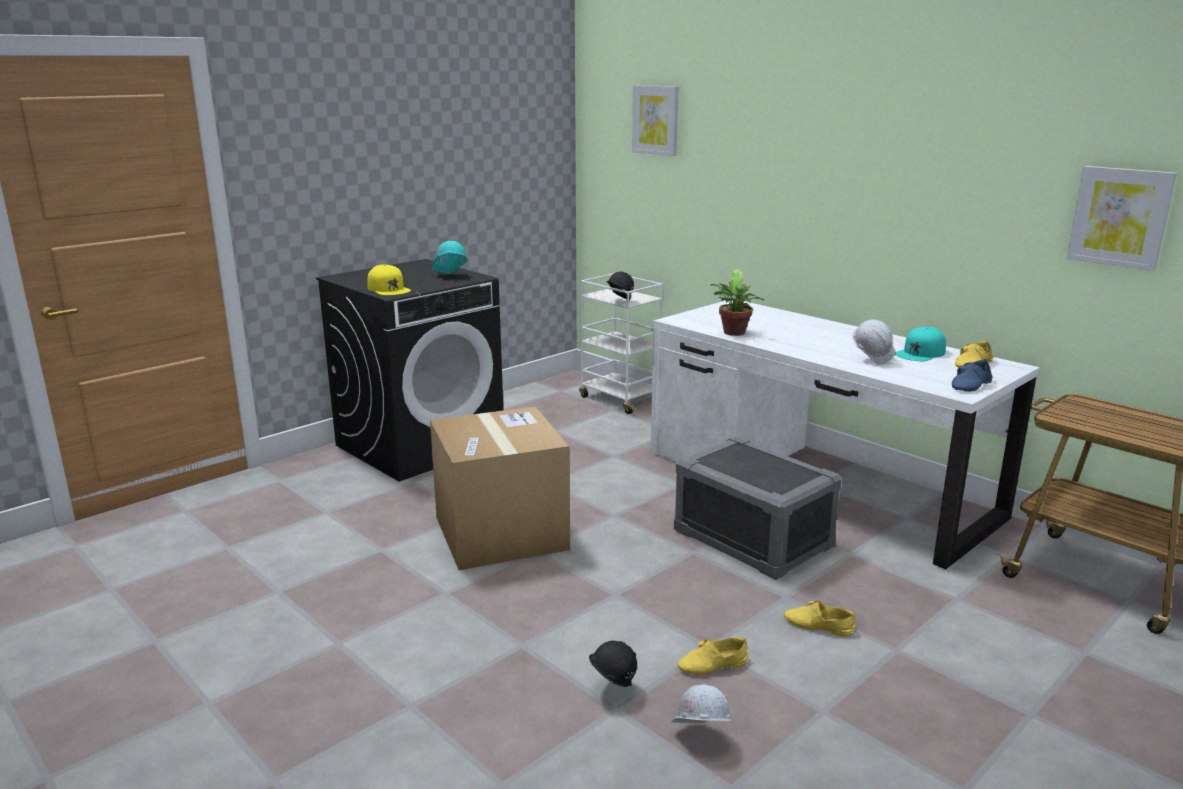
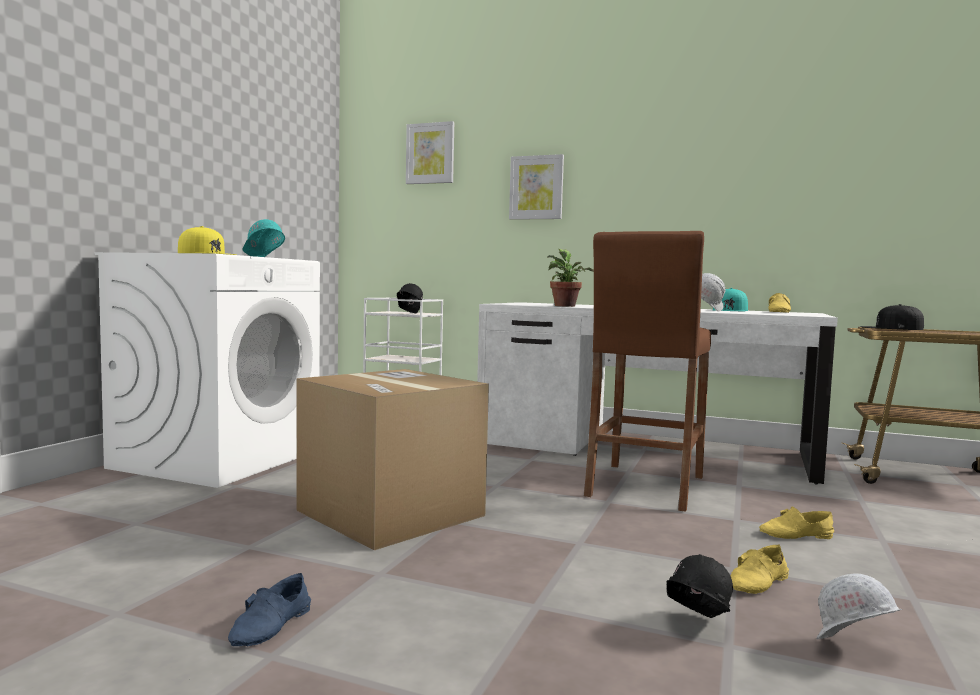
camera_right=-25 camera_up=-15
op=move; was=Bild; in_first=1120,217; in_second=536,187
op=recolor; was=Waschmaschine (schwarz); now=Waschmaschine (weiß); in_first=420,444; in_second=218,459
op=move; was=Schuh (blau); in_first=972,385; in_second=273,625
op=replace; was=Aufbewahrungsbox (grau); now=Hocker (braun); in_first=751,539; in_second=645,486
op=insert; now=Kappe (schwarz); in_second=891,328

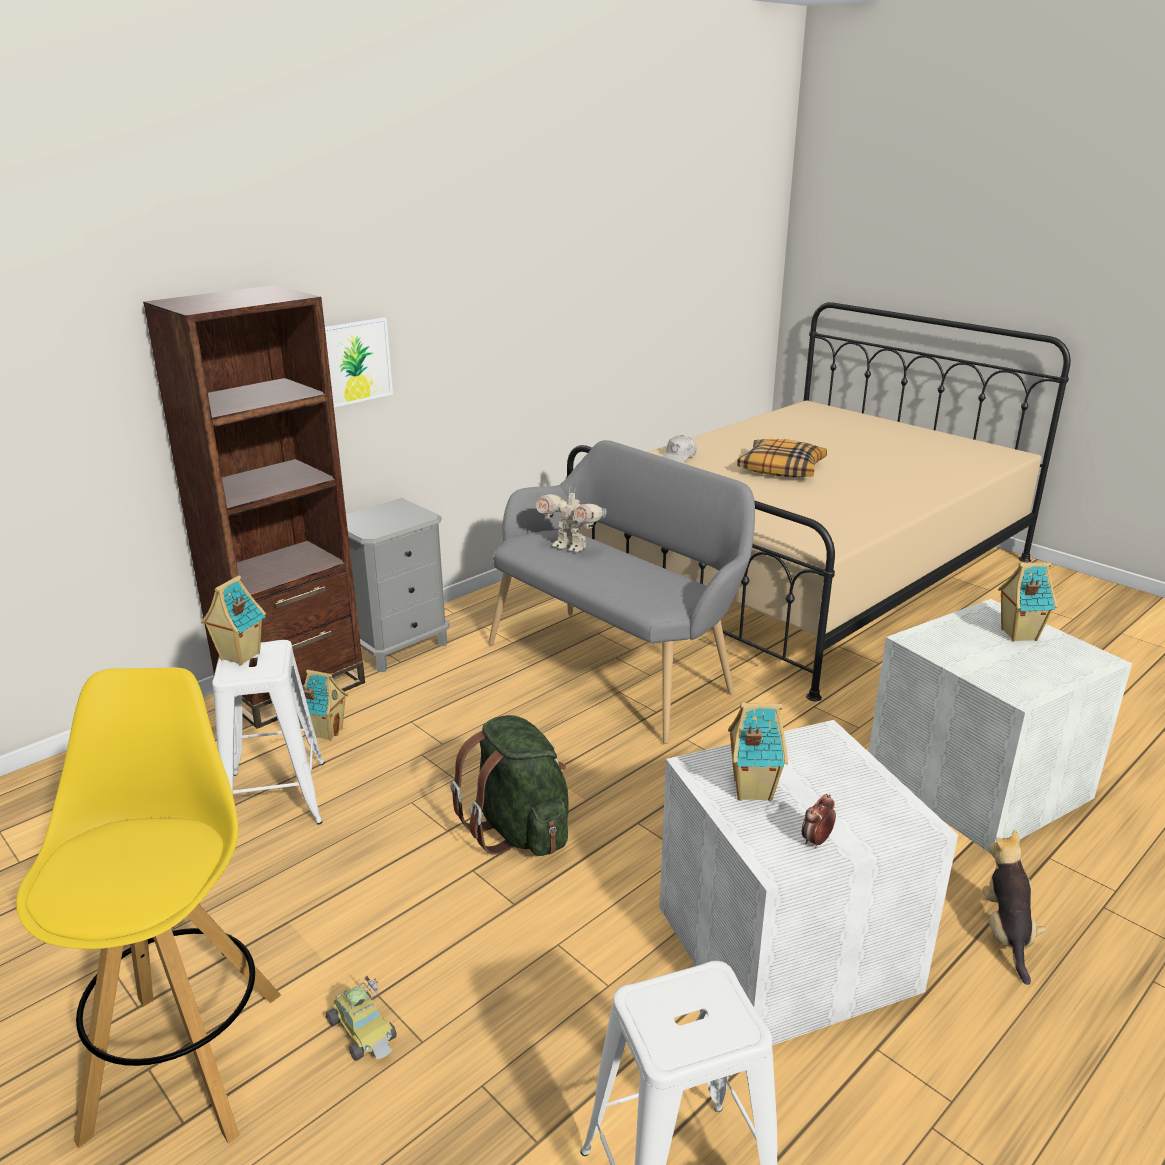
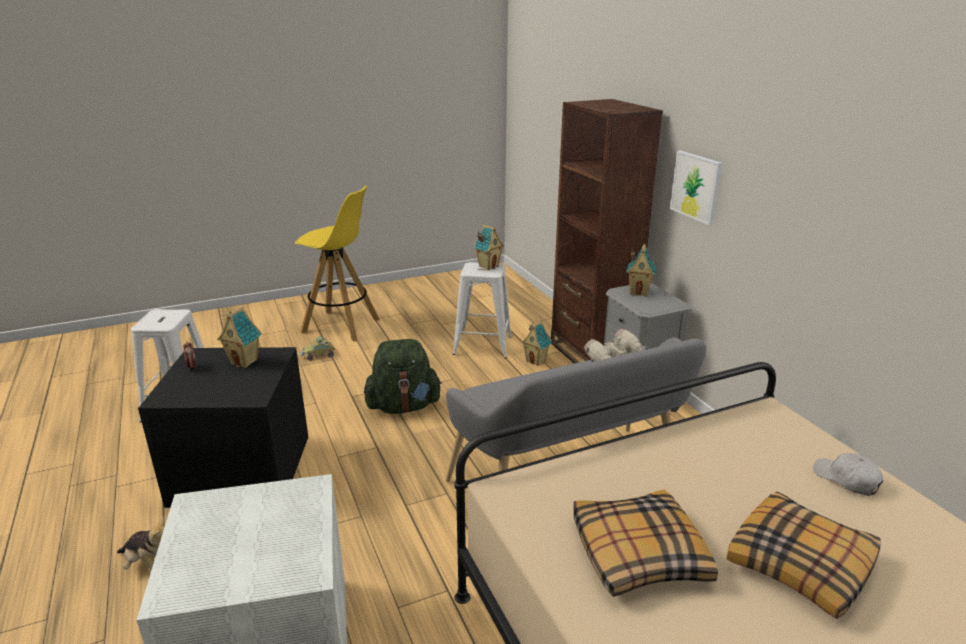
camera_right=110 camera_up=0
op=move; was=Spielzeughaus; in_first=1017,634; in_second=639,292
op=recolor; was=Aufbewahrungsbox (weiß); now=Aufbewahrungsbox (schwarz); in_first=784,950; in_second=240,468
op=insert; now=Kissen; in_second=637,553

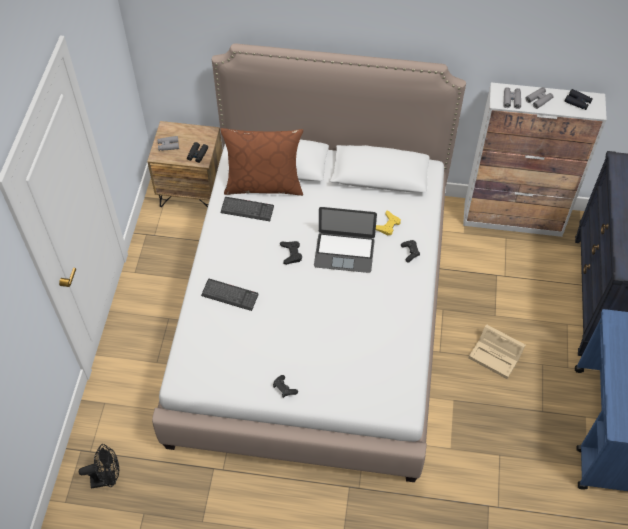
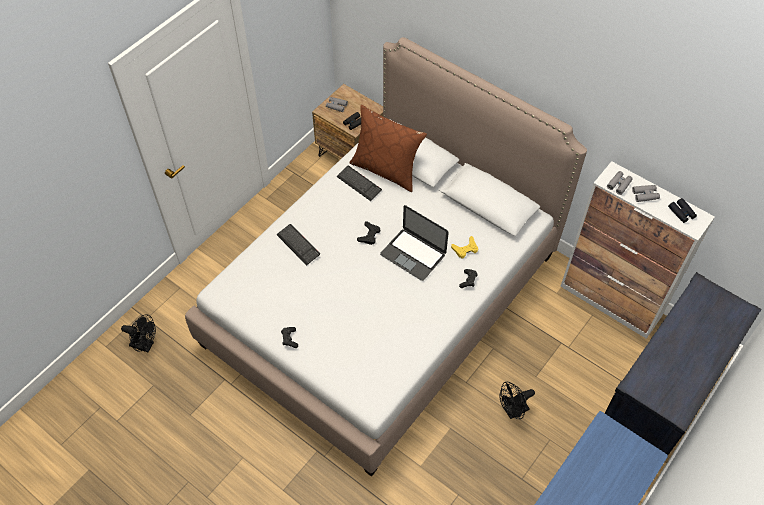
camera_right=30 camera_up=0
op=replace; was=Aufbewahrungsbox (beige); now=Ventilator (schwarz); in_first=496,356; in_second=513,411

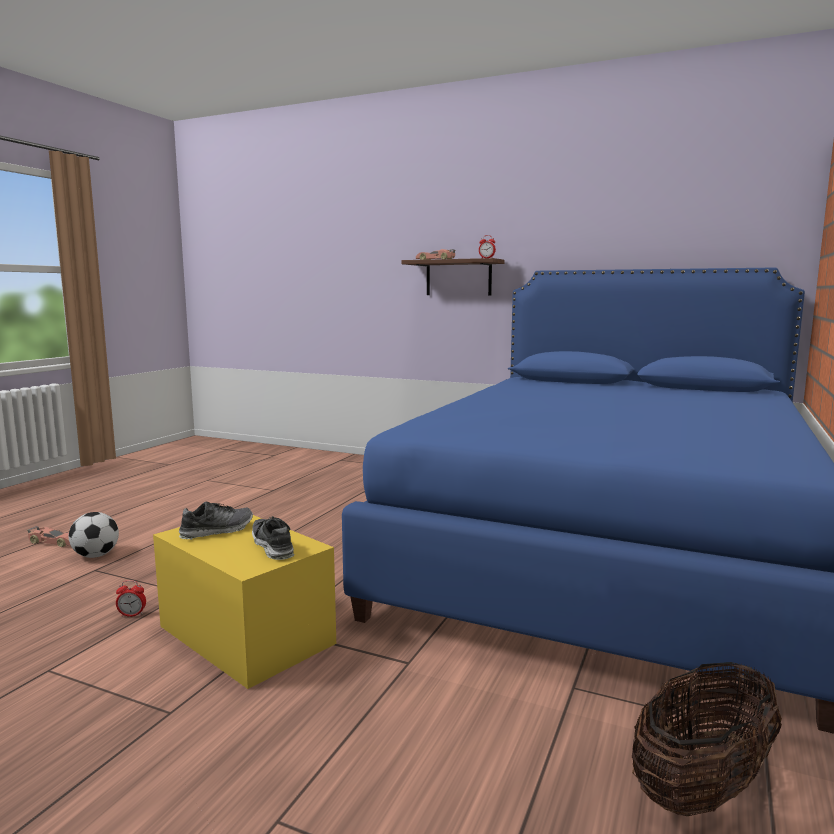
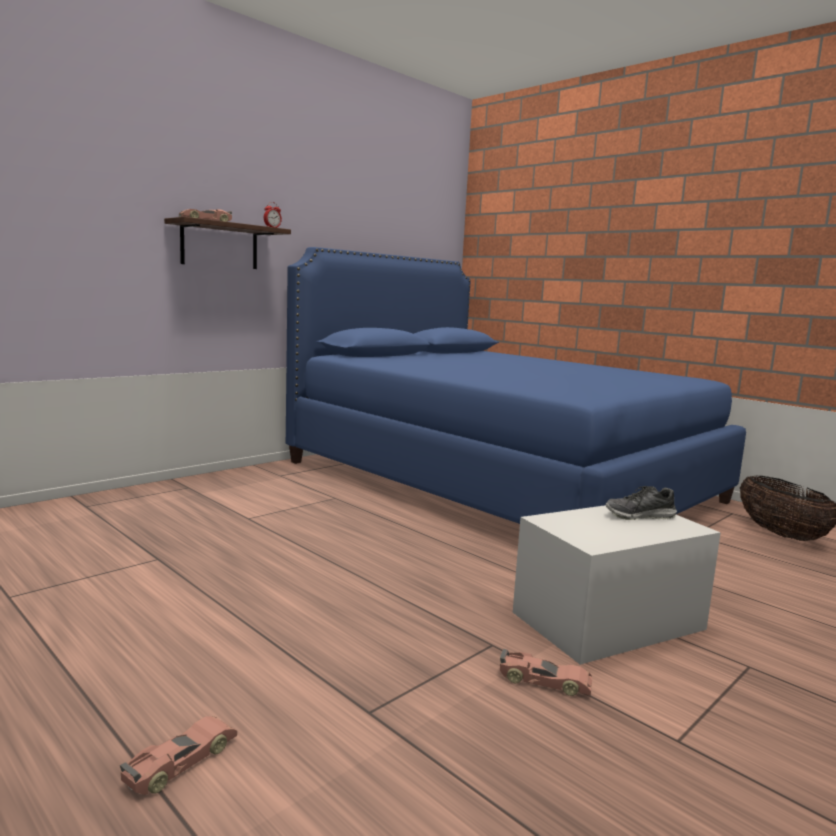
camera_right=-70 camera_up=0
op=delete; was=Schuh; in_first=217,531
op=delete; was=Fußball; in_first=96,555
op=recolor; was=Aufbewahrungsbox (gelb); now=Aufbewahrungsbox (weiß); in_first=246,635; in_second=608,620
op=replace; was=Wecker; now=Spielzeugauto; in_first=132,615; in_second=544,682

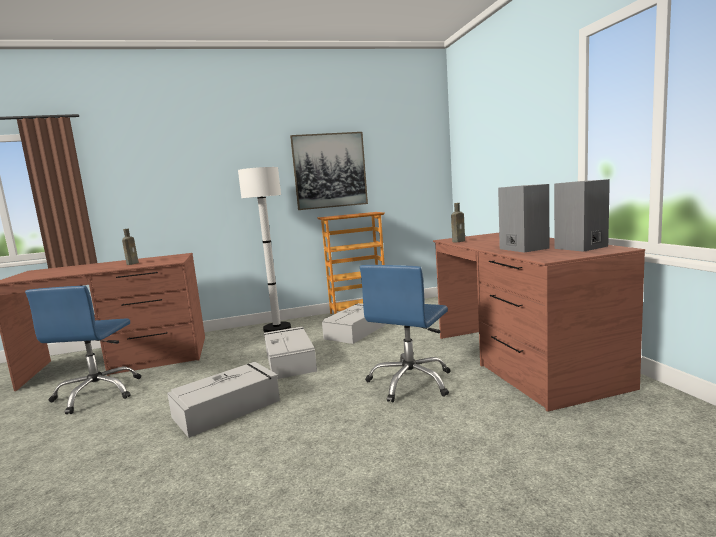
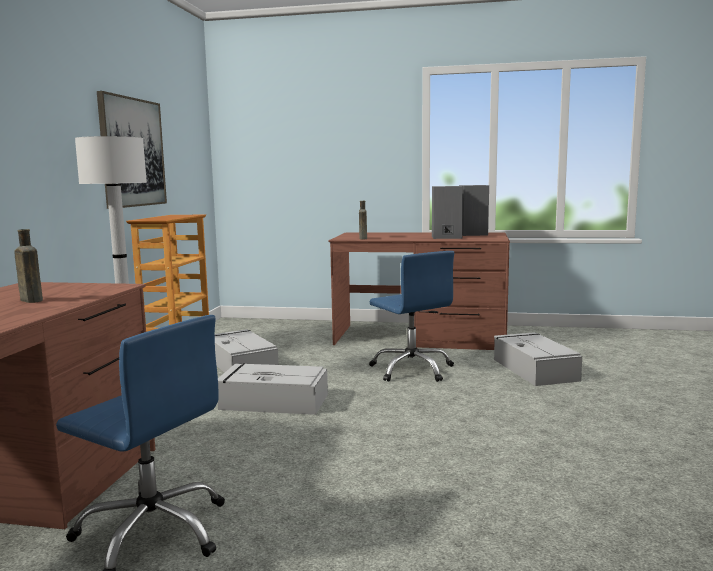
camera_right=-65 camera_up=0
op=move; was=Aufbewahrungsbox (grau); in_first=228,408; in_second=534,369

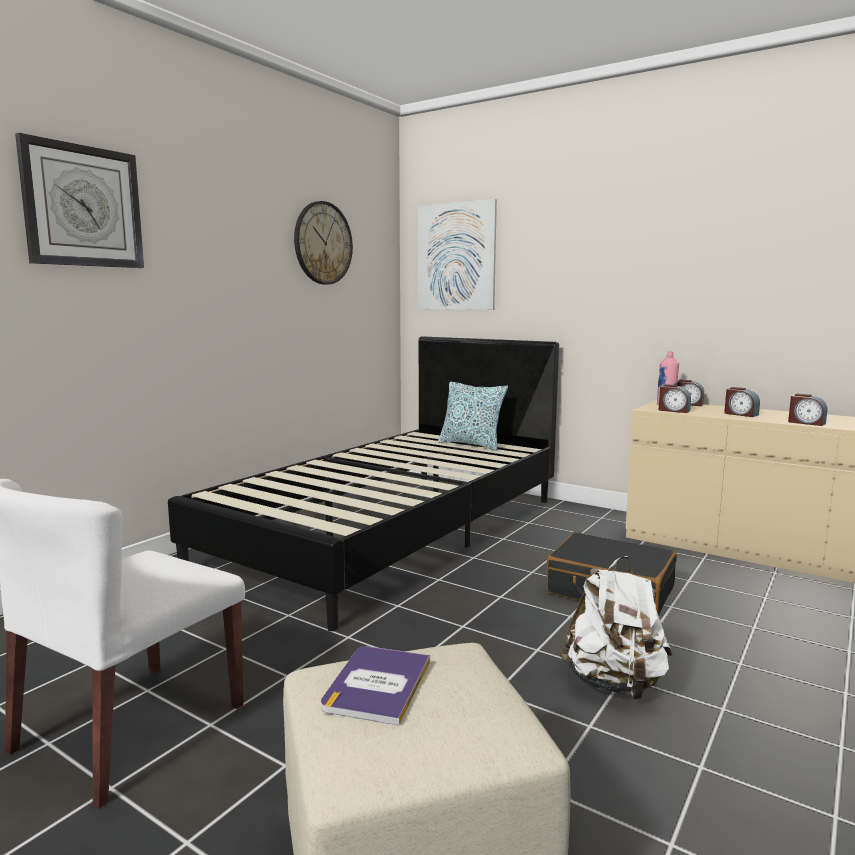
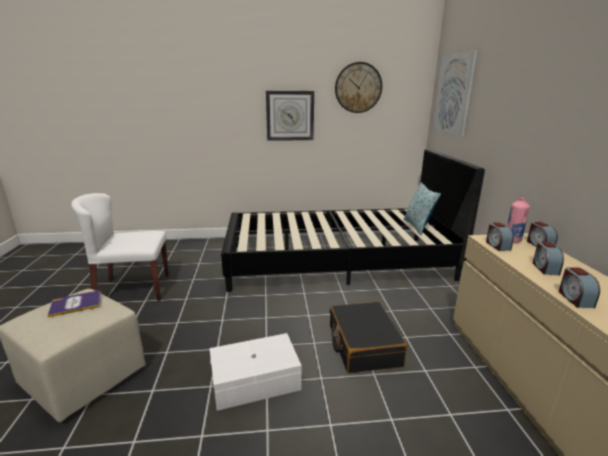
camera_right=50 camera_up=10
op=move; was=Wanduhr; in_first=83,206; in_second=290,115
op=replace; was=Rucksack (weiß); now=Aufbewahrungsbox (weiß); in_first=614,684; in_second=256,381

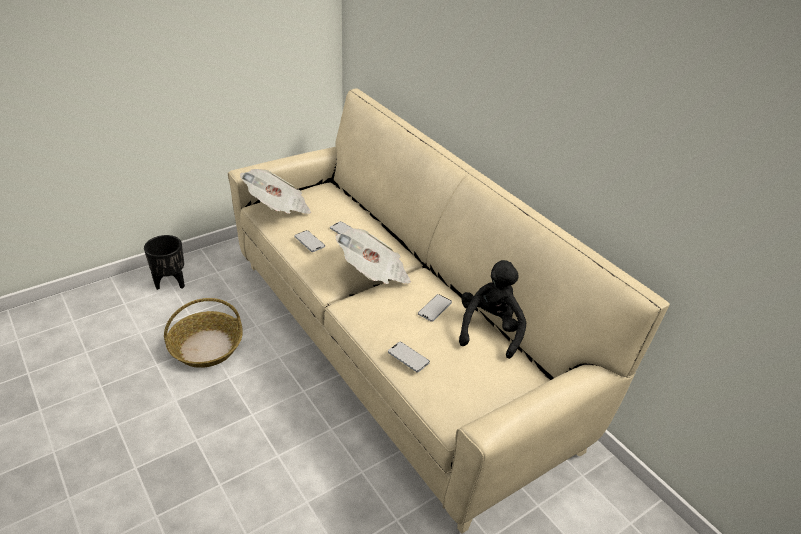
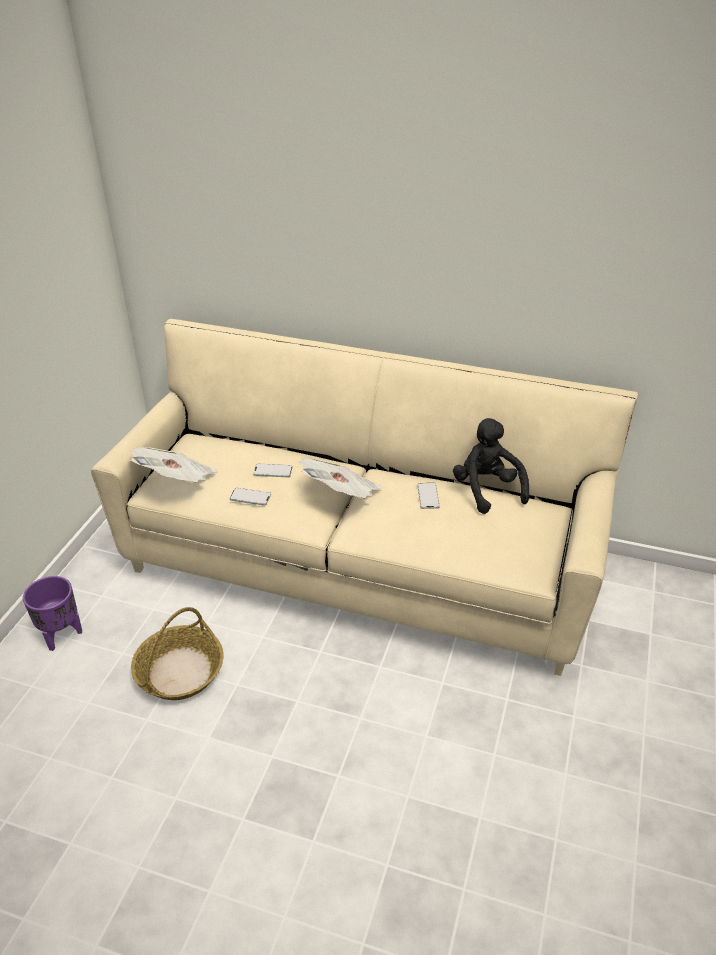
camera_right=-35 camera_up=0
op=recolor; was=Pflanzkübel (schwarz); now=Pflanzkübel (lila); in_first=171,283; in_second=61,635
op=delete; was=Handy; in_first=408,357

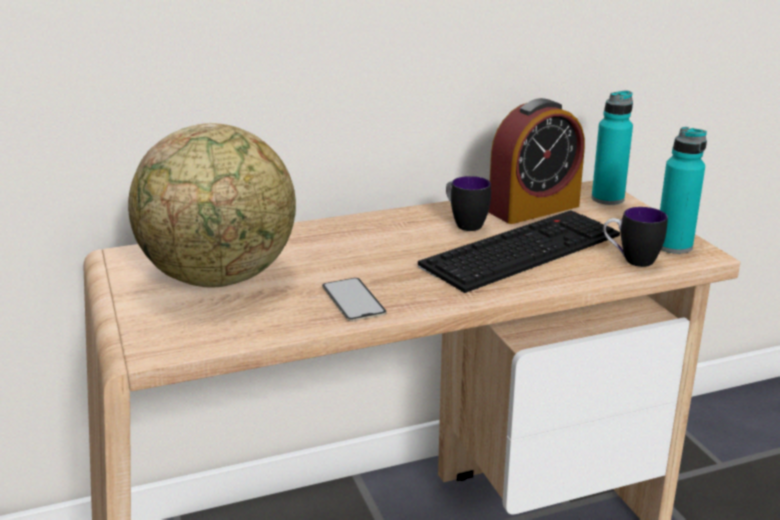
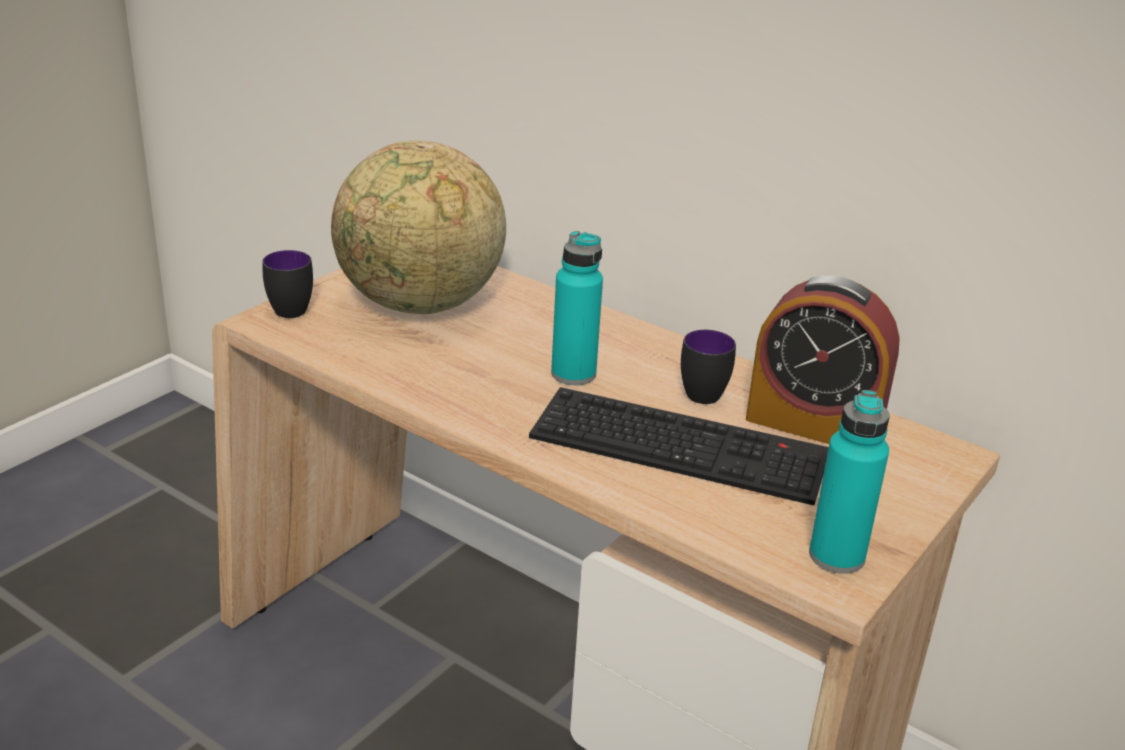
camera_right=55 camera_up=5
op=move; was=Flasche (türkis); in_first=607,199; in_second=573,374
op=move; was=Henkelbecher; in_first=630,260; in_second=288,307
op=delete; was=Handy; in_first=353,300

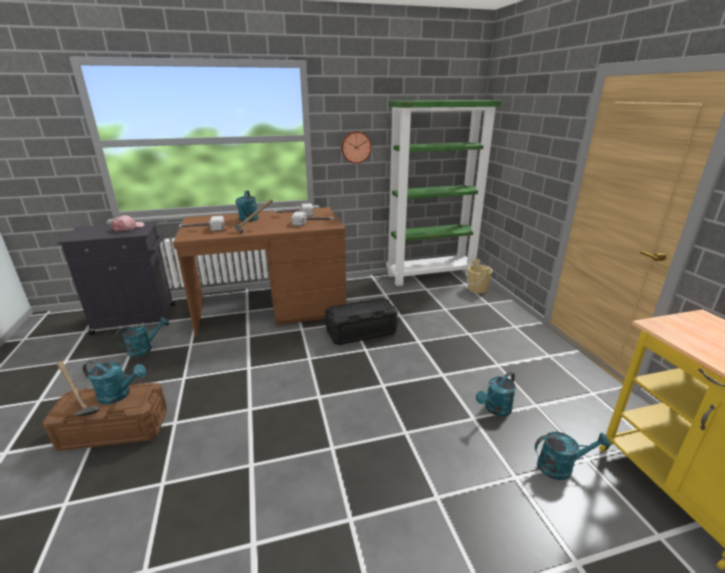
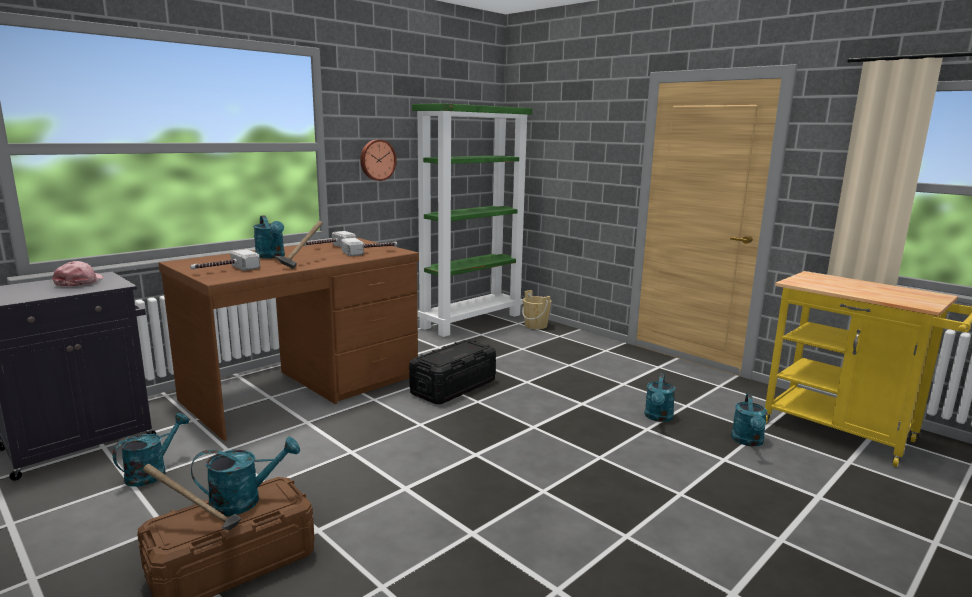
camera_right=-30 camera_up=-10
op=rotate; was=Gießkanne (türkis); in_first=561,466; in_second=748,442; clockwise=135

